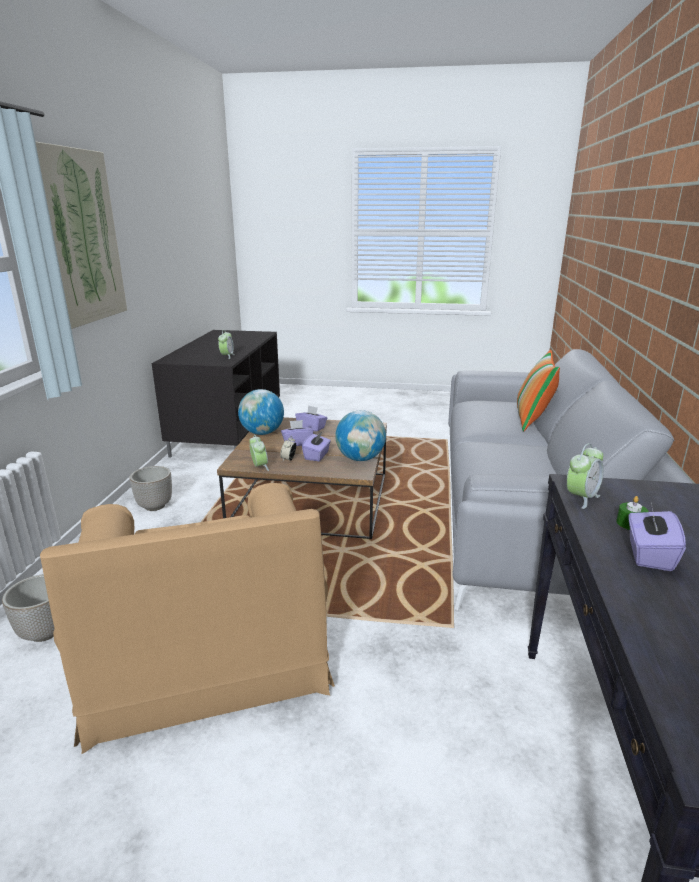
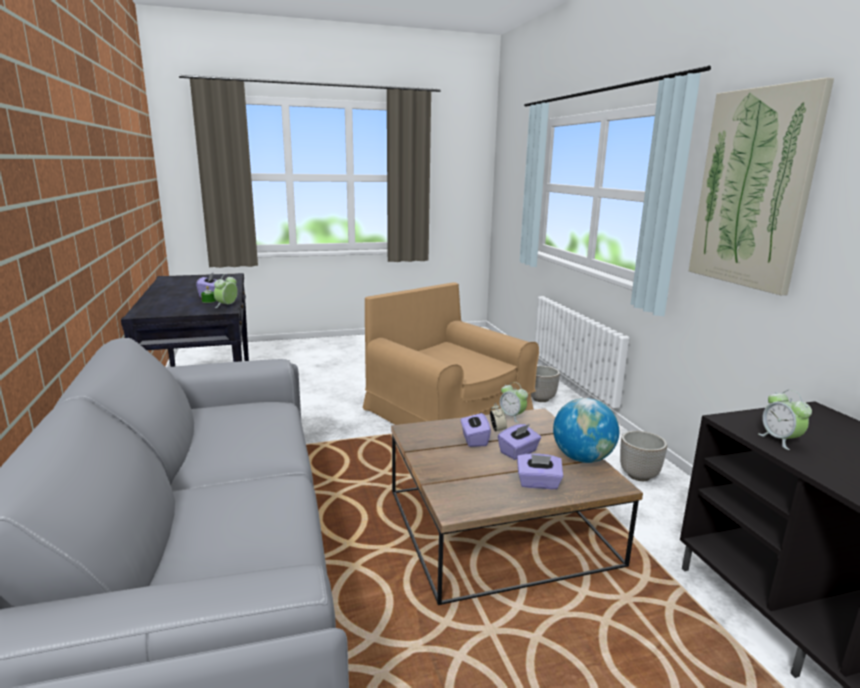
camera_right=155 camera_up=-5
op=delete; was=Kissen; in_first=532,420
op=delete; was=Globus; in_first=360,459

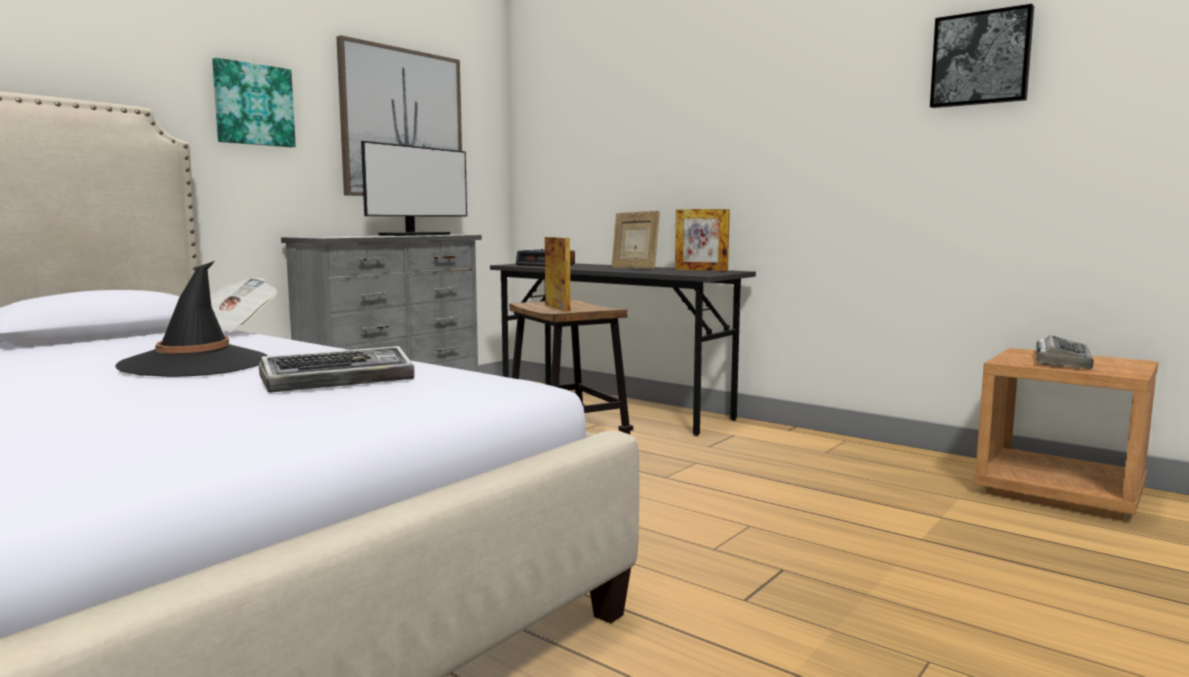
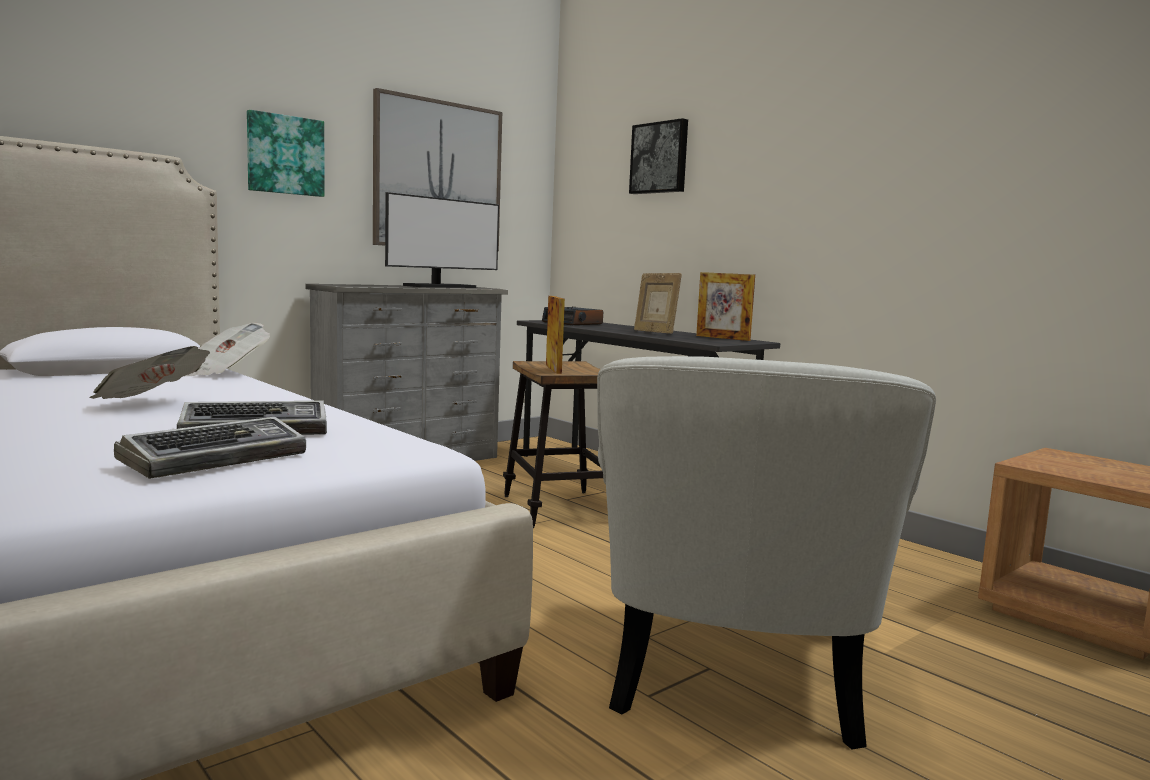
camera_right=10 camera_up=0
op=move; was=Bild; in_first=981,59; in_second=660,158
op=replace; was=Hut (schwarz); now=Zeitung; in_first=195,364; in_second=152,403
op=move; was=Tastatur; in_first=1062,360; in_second=217,459
op=insert; now=Sessel (weiß); in_second=735,672

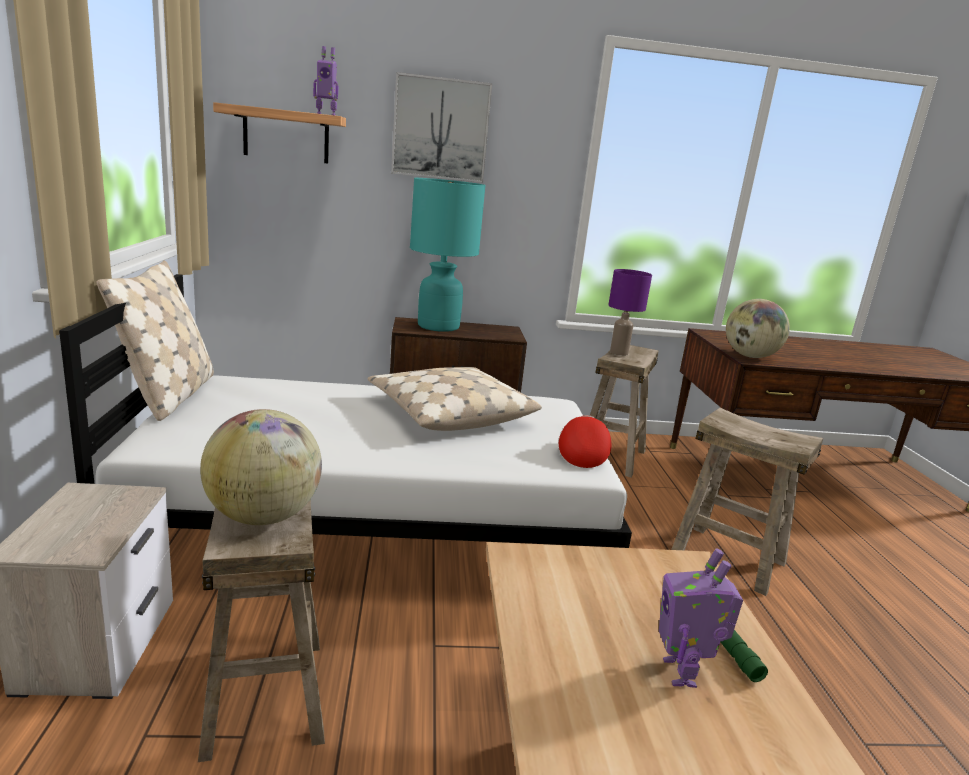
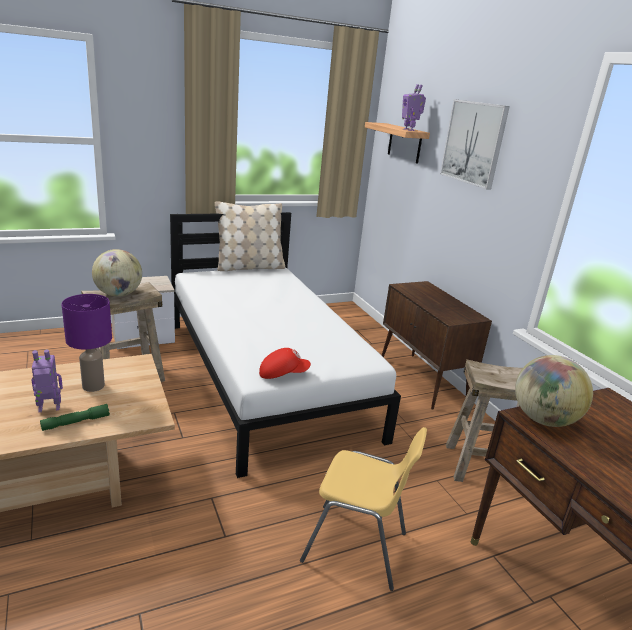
camera_right=70 camera_up=5
op=delete; was=Tischlampe (türkis); in_first=439,326
op=move; was=Tischlampe (lila); in_first=619,353; in_second=93,386
op=delete; was=Kissen (beige); in_first=449,413
op=replace; was=Hocker (beige); now=Stuhl (gelb); in_first=728,558; in_second=356,547

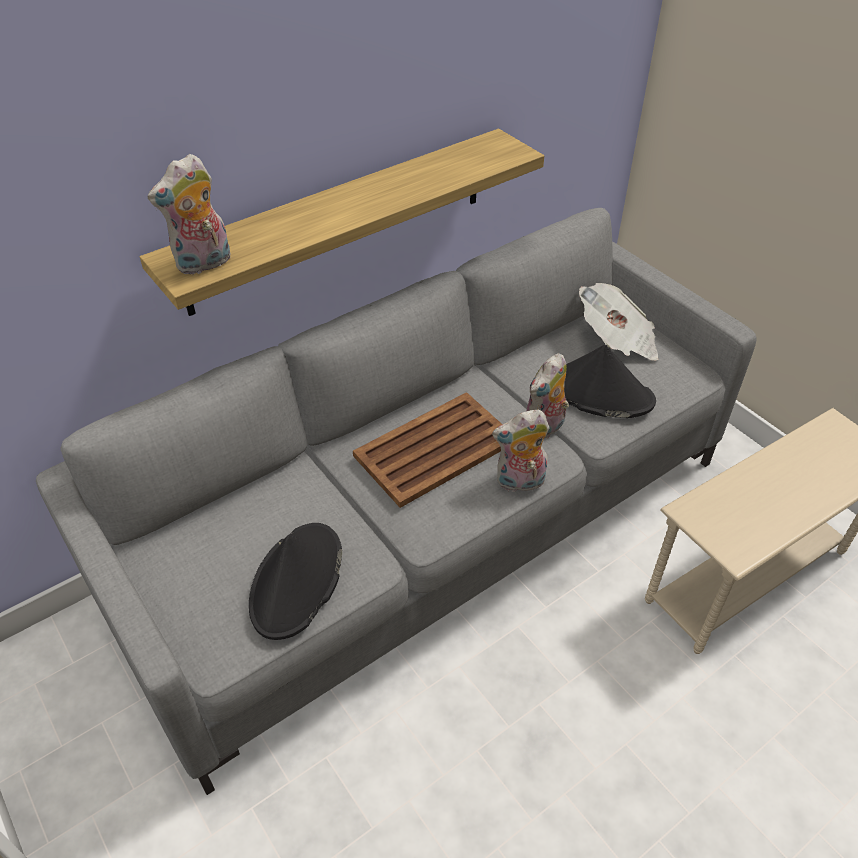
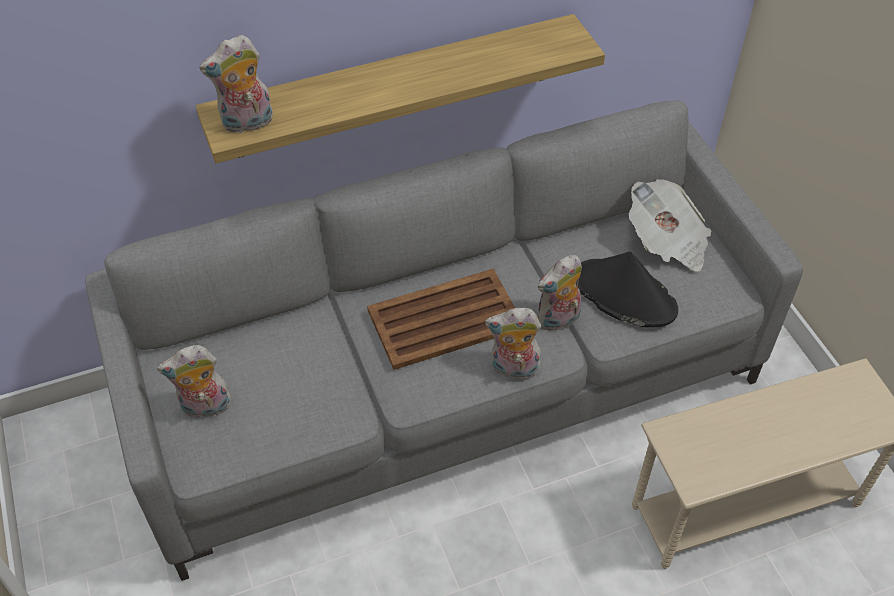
camera_right=15 camera_up=5
op=delete; was=Hut (schwarz); in_first=297,581
op=insert; now=Plüschtier; in_second=205,408

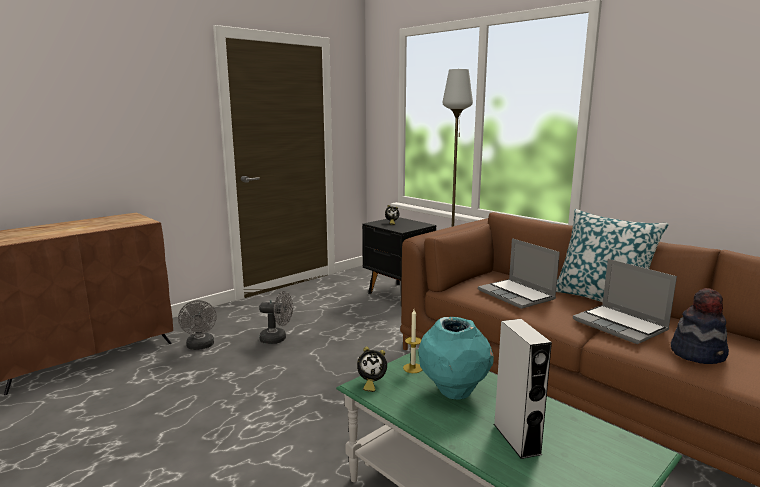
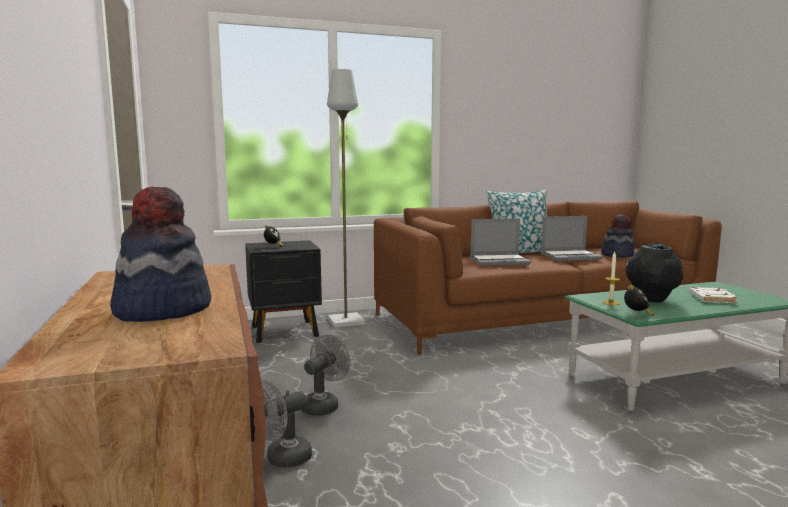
camera_right=-65 camera_up=-5
op=rotate; was=Ventilator (grau); in_first=200,346; in_second=282,459; clockwise=135
op=recolor; was=Vase (türkis); now=Vase (schwarz); in_first=454,392; in_second=651,300
op=replace; was=Lautsprecher (grau); now=Buch (weiß); in_first=516,438; in_second=711,298
op=insert; now=Hut; in_second=162,309

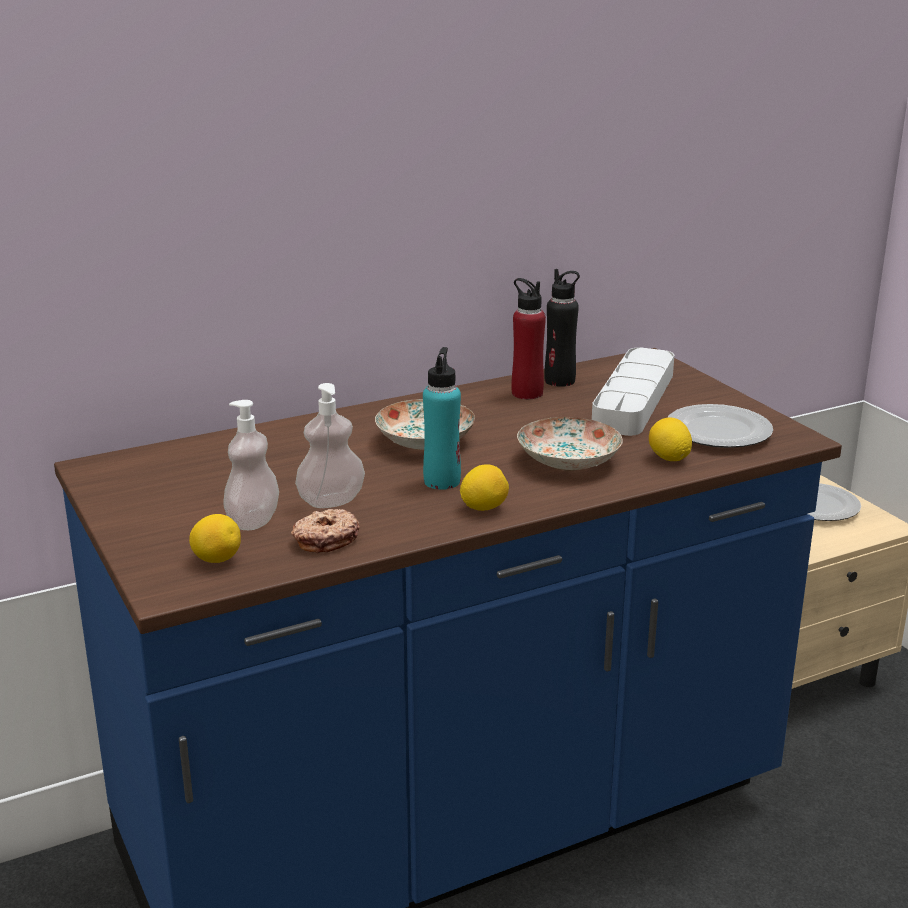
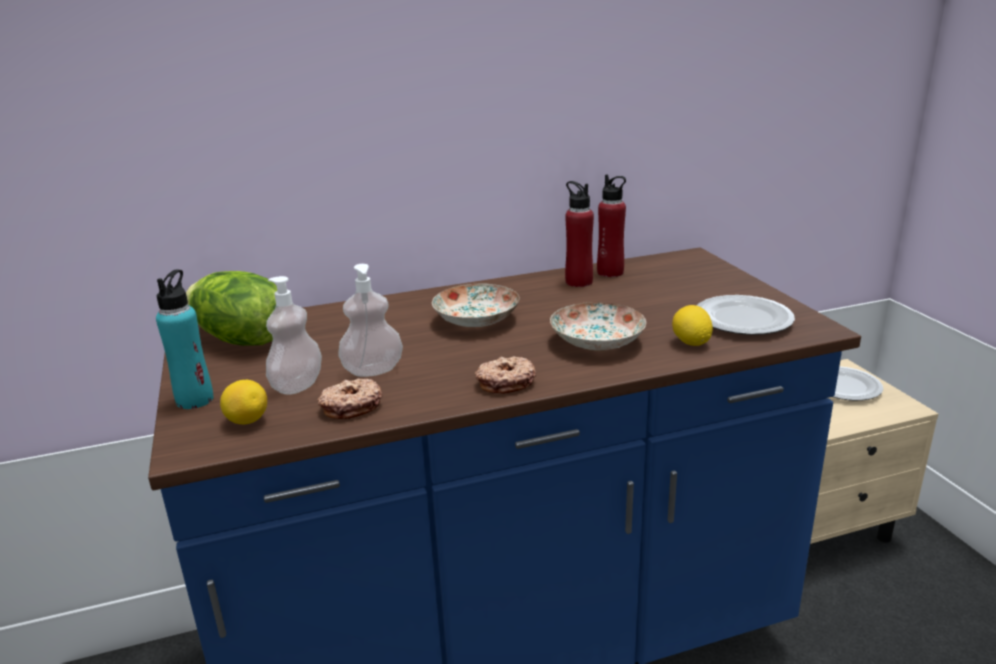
camera_right=10 camera_up=0
op=recolor; was=Flasche (schwarz); now=Flasche (rot); in_first=560,381; in_second=610,272
op=move; was=Flasche (türkis); in_first=442,481; in_second=195,400
op=delete; was=Tablett (grau); in_first=633,400
op=replace; was=Zitrone; now=Donut; in_first=484,507; in_second=505,382
op=insert; now=Salatkopf; in_second=240,340

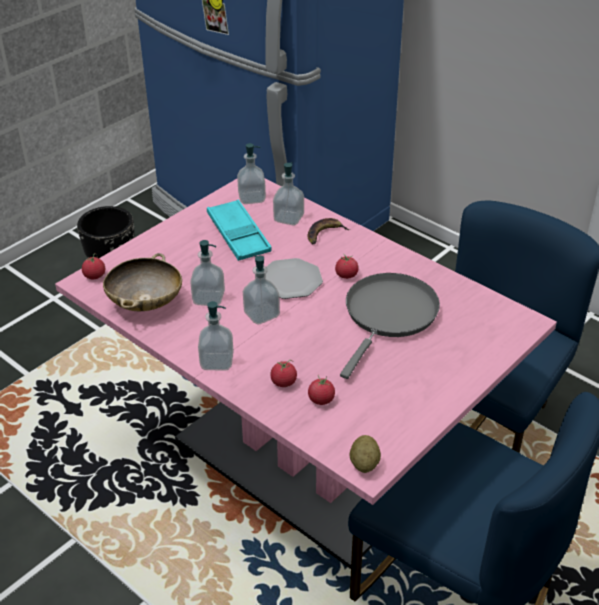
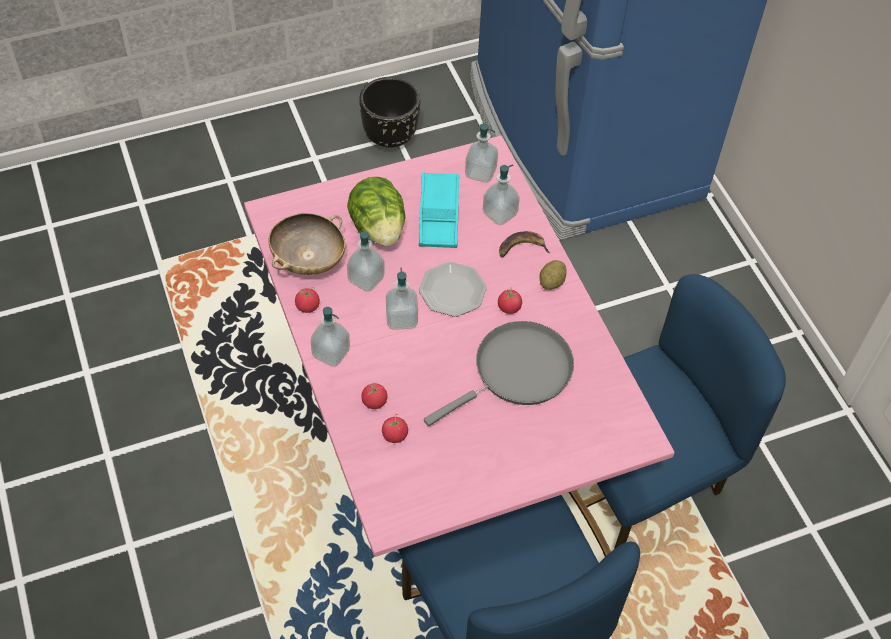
camera_right=25 camera_up=15
op=move; was=Tomate; in_first=94,276; in_second=307,306
op=move; was=Kartoffel; in_first=364,463; in_second=551,282
op=insert; now=Salatkopf; in_second=378,228

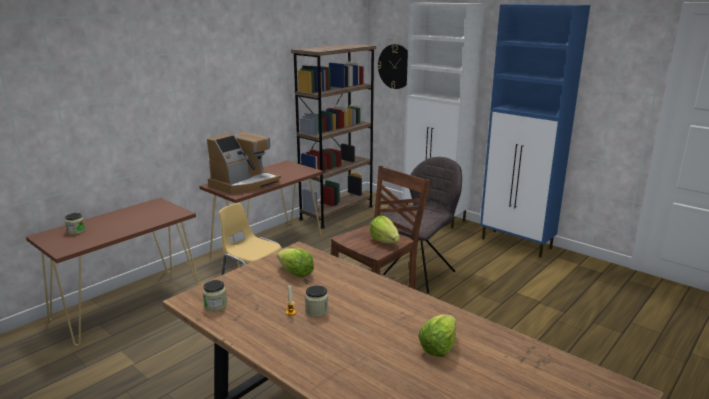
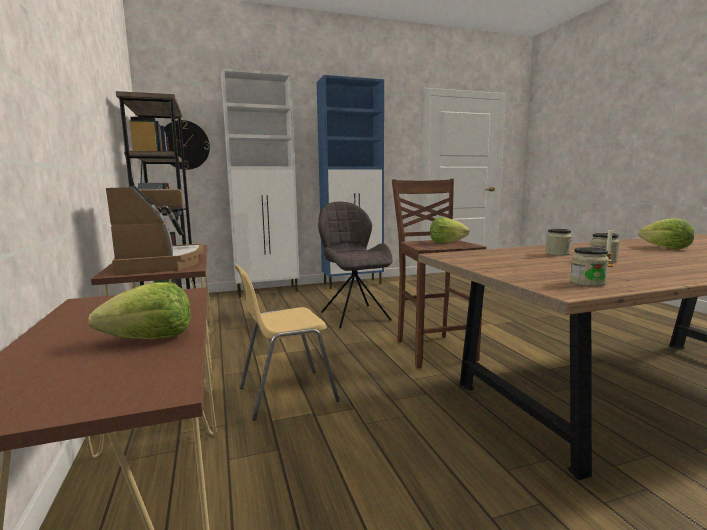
camera_right=-60 camera_up=-10
op=move; was=Vorratsglas; in_first=76,231; in_second=557,253
op=move; was=Salatkopf; in_first=295,273; in_second=150,339

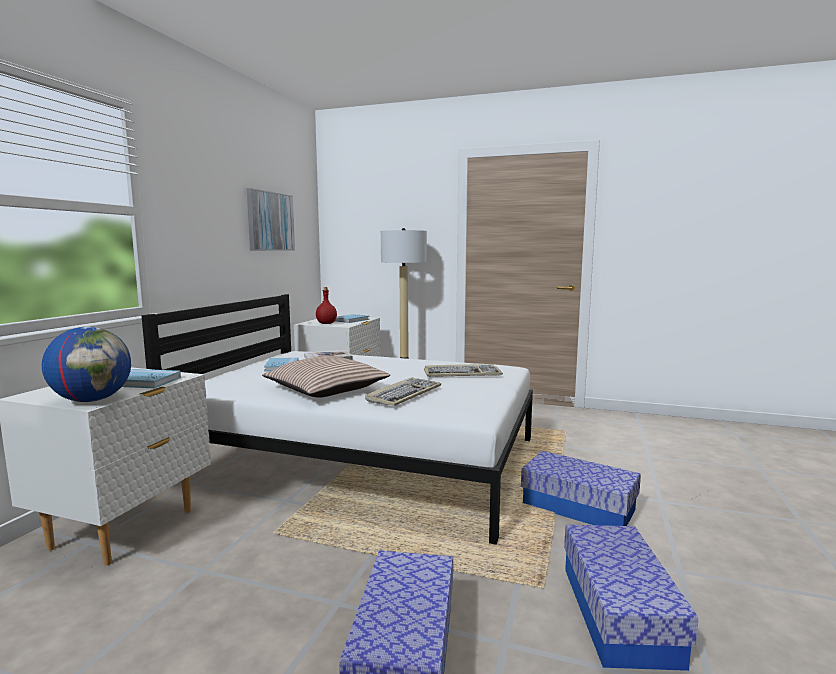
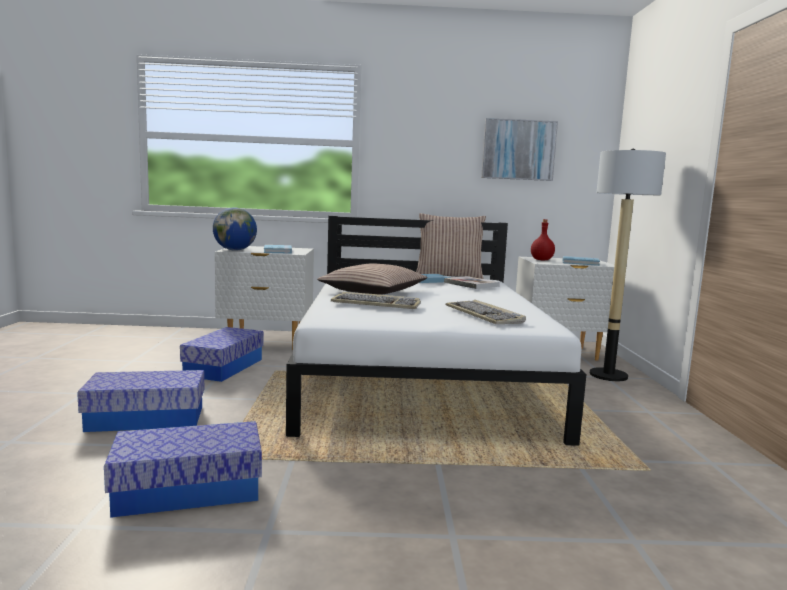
camera_right=70 camera_up=0
op=move; was=Aufbewahrungsbox; in_first=578,507; in_second=224,367
op=insert; now=Kissen; in_second=448,276

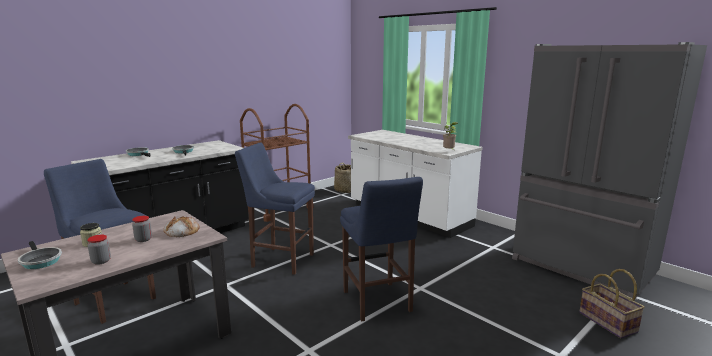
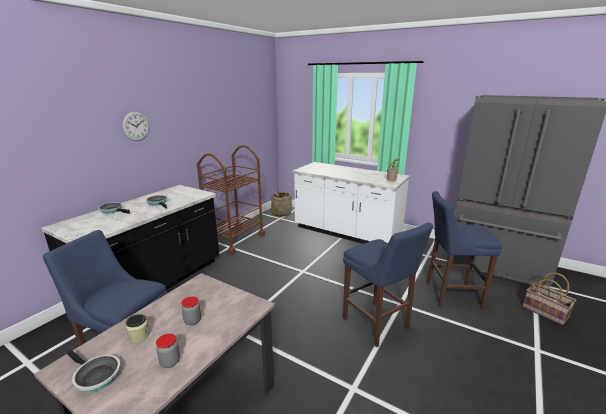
camera_right=-15 camera_up=5
op=move; was=Hocker (blau); in_first=280,260; in_second=450,294
op=delete; was=Brot; in_first=181,231
op=insert; now=Wanduhr; in_second=136,126

